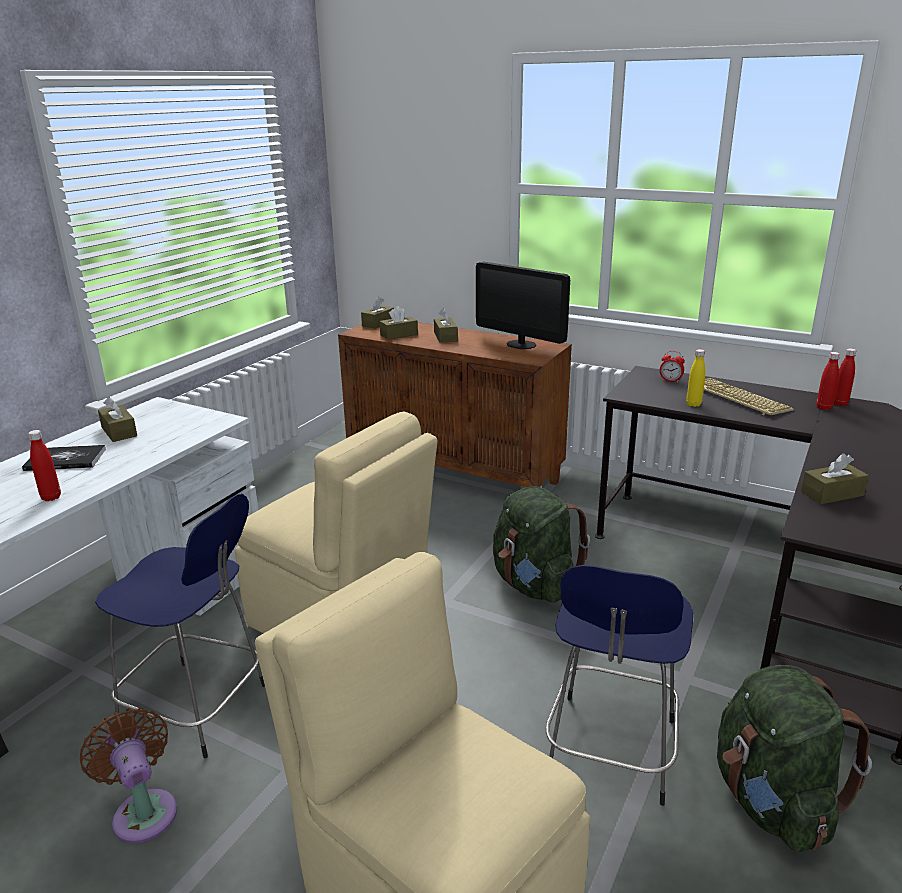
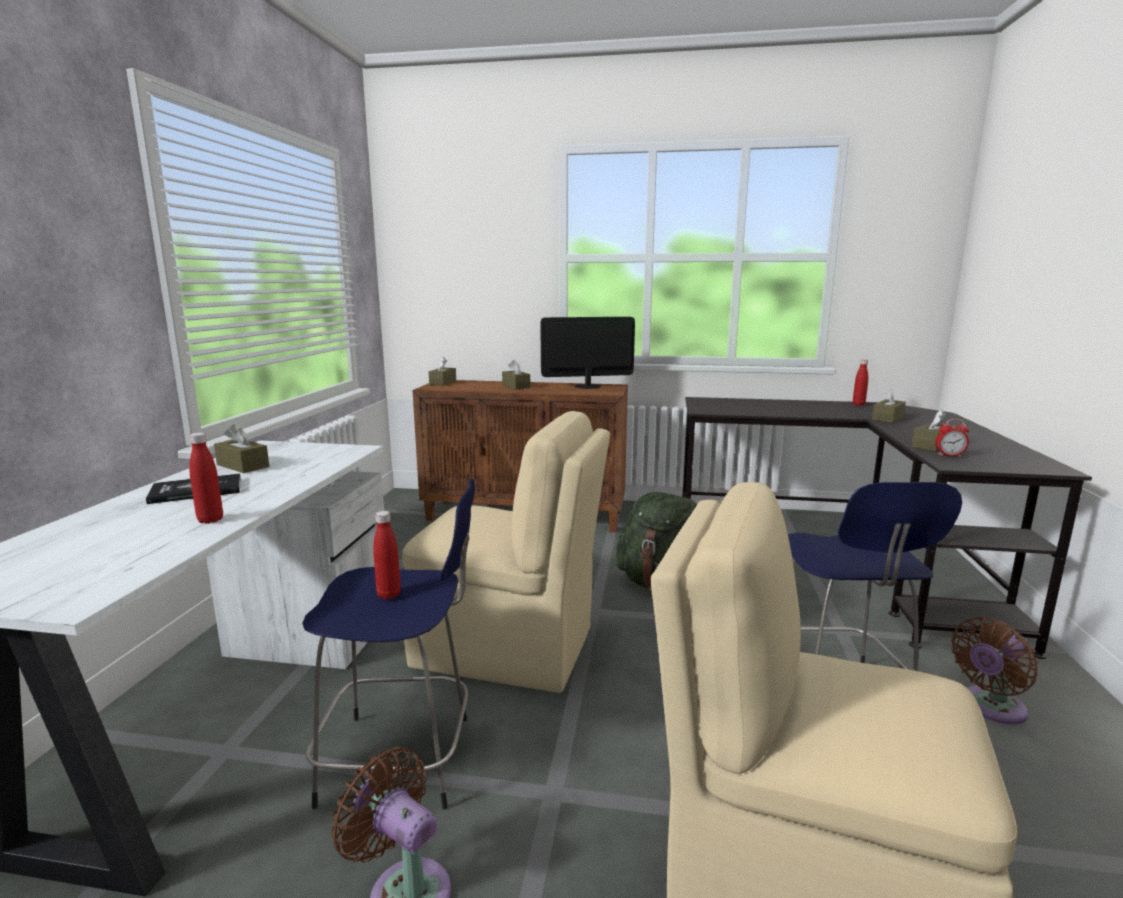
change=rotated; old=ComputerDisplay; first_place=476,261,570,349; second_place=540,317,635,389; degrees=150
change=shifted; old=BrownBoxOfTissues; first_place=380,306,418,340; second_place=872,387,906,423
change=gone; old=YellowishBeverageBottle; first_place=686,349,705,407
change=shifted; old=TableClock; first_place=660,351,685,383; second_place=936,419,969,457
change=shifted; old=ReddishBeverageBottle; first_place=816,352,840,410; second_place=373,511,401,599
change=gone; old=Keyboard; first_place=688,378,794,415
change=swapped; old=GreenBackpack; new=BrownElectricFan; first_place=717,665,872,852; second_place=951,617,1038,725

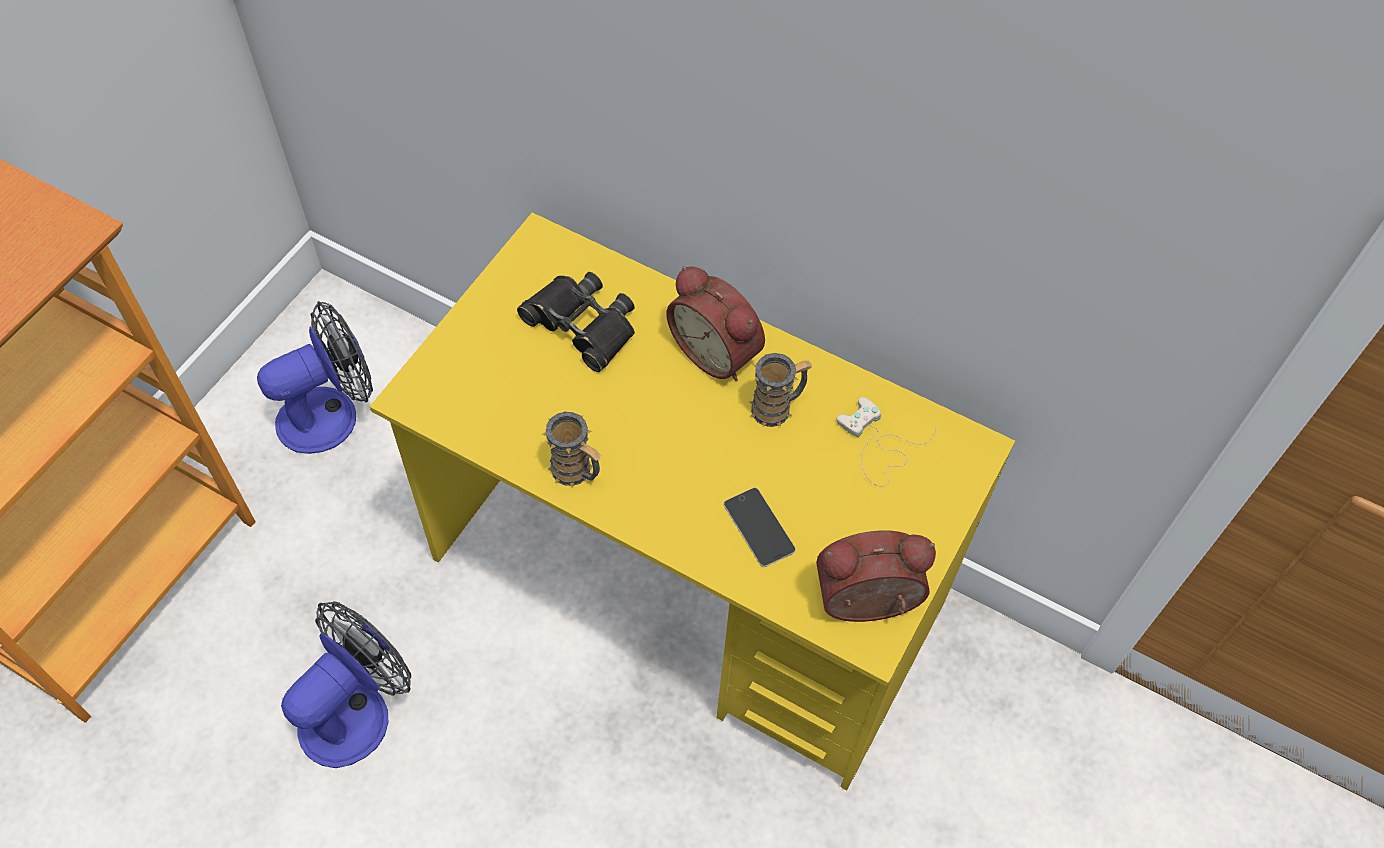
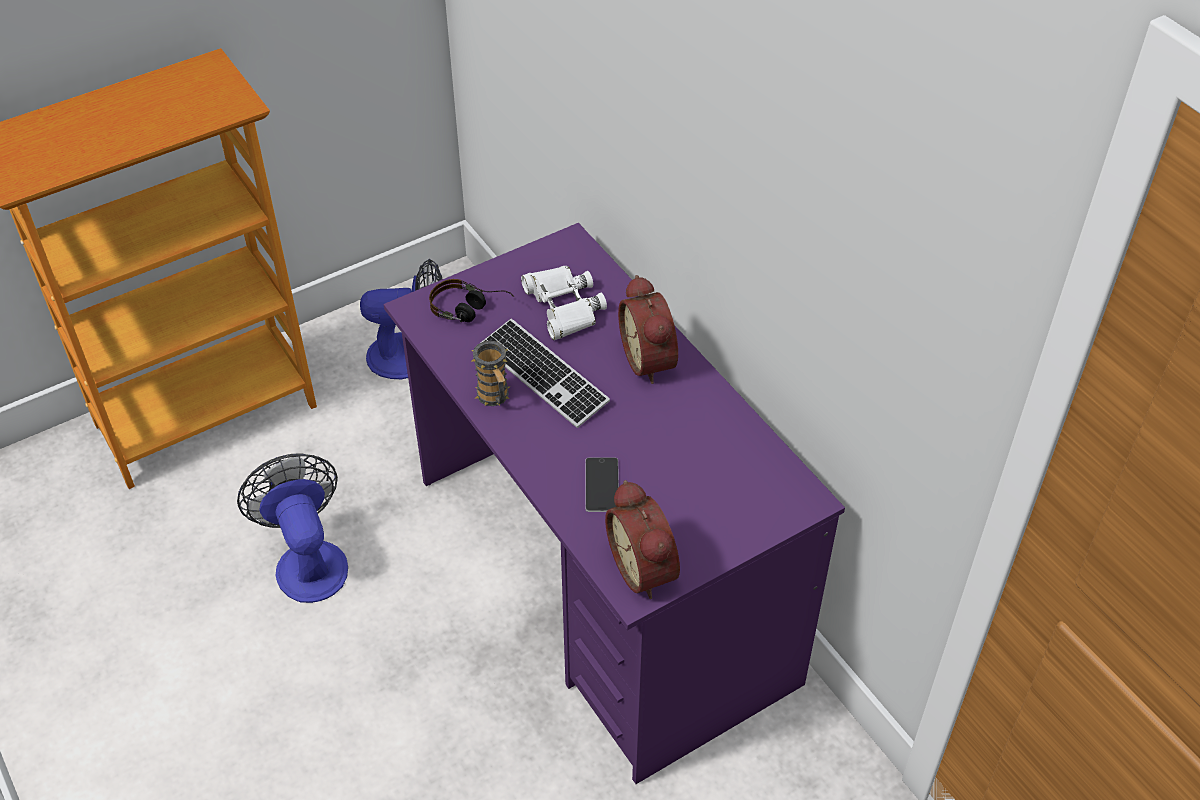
change=repainted; old=YellowishDeskTable; new=PurpleColouredDeskTable; first_place=369,212,1015,791; second_place=384,223,845,784
change=repainted; old=BlackBinoculars; new=WhiteColouredBinoculars; first_place=517,272,635,372; second_place=521,266,607,340
change=gone; old=CoffeeMug; first_place=749,353,812,427
change=gone; old=WhiteColouredGameController; first_place=836,397,936,487
change=rotated; old=TableClock; first_place=816,531,936,622; second_place=605,480,680,599; degrees=-135
change=rotated; old=ElectricFan; first_place=281,601,411,768; second_place=237,453,348,603; degrees=-90
change=new; new=PairOfHeadphones; second_place=429,279,514,322
change=new; new=Keyboard; second_place=479,319,610,428

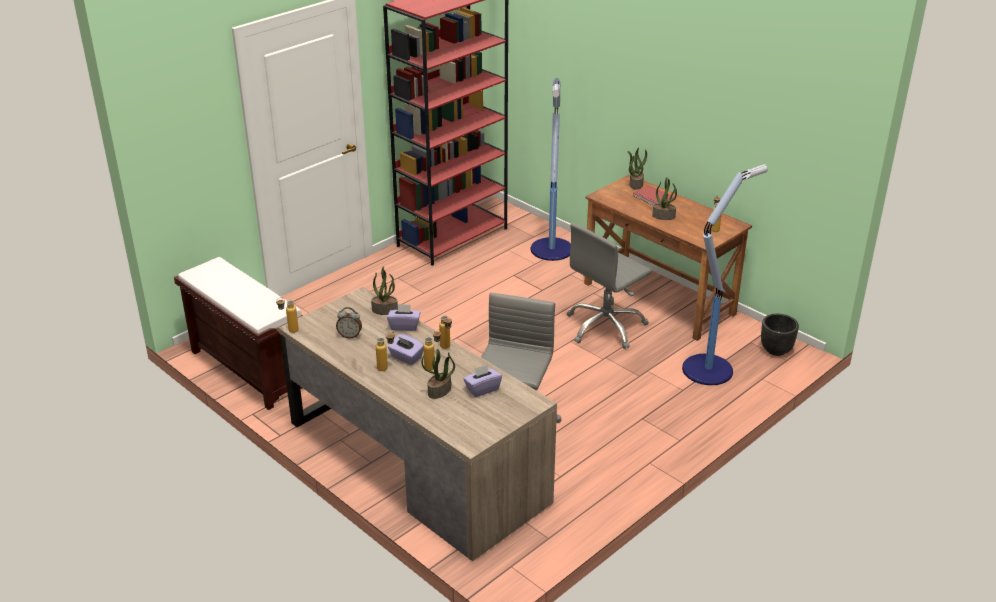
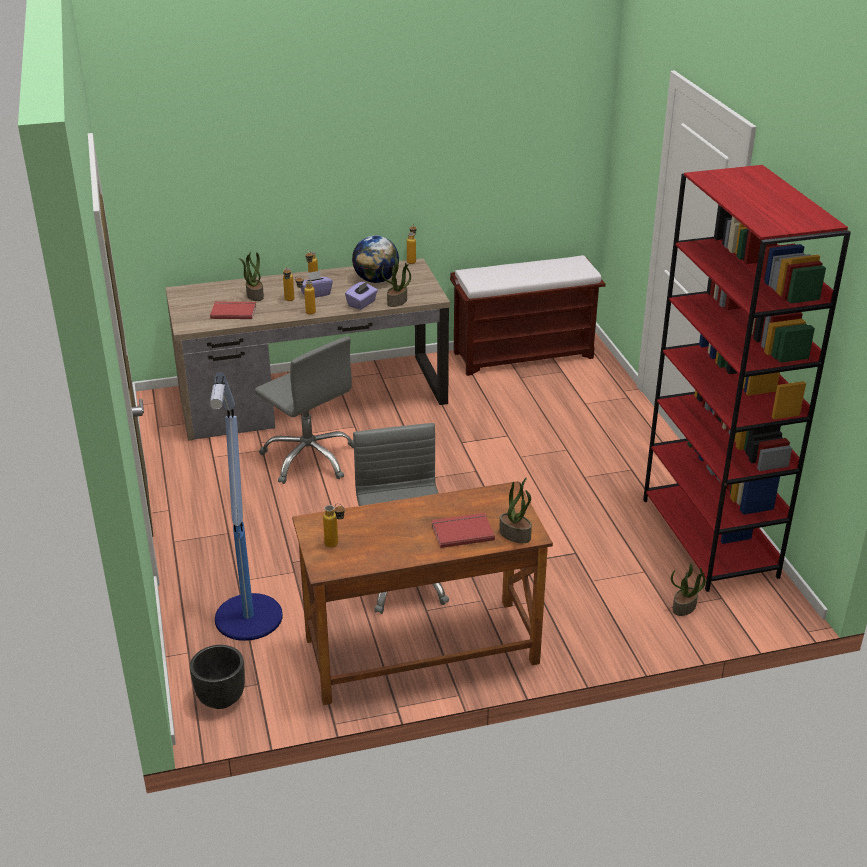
change=gone; old=StandingLamp; first_place=531,78,571,261
change=shifted; old=PlantInAPot; first_place=652,177,677,220; second_place=671,564,706,616
change=swapped; old=TableClock; new=DeskGlobe; first_place=336,307,362,338; second_place=352,235,399,283
change=swapped; old=PurpleColouredBoxOfTissues; new=ReddishBoundBook; first_place=463,364,502,397; second_place=210,302,256,319

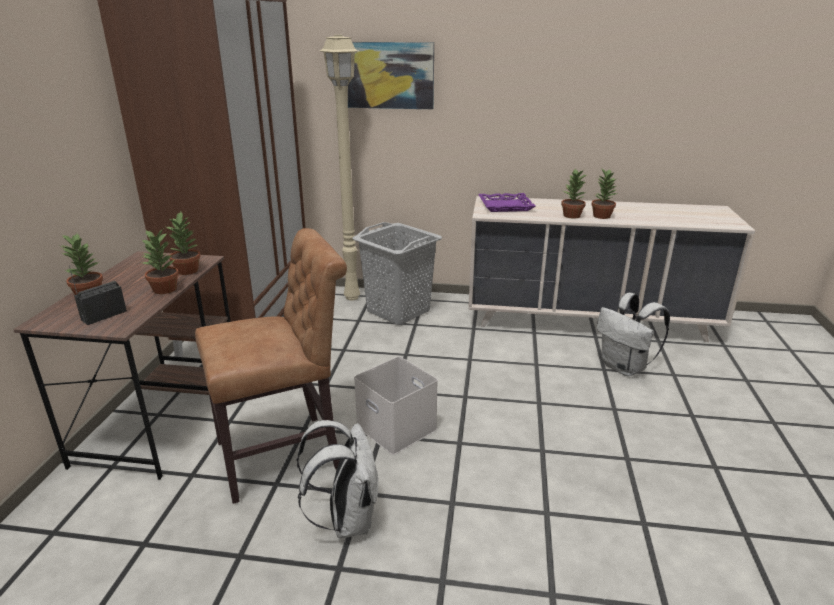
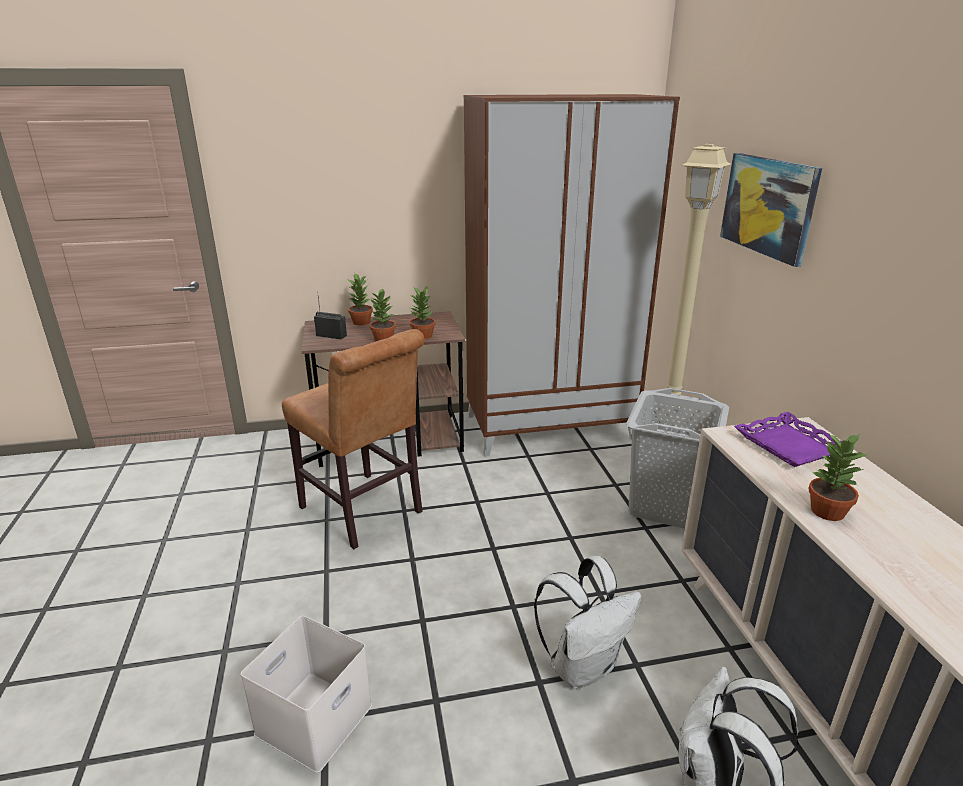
change=gone; old=PlantInAPot; first_place=591,168,618,219
change=shifted; old=WhiteColouredStorageBin; first_place=354,356,438,455; second_place=241,616,372,773
change=shifted; old=WhiteColouredBackpack; first_place=297,420,378,538; second_place=534,556,642,688

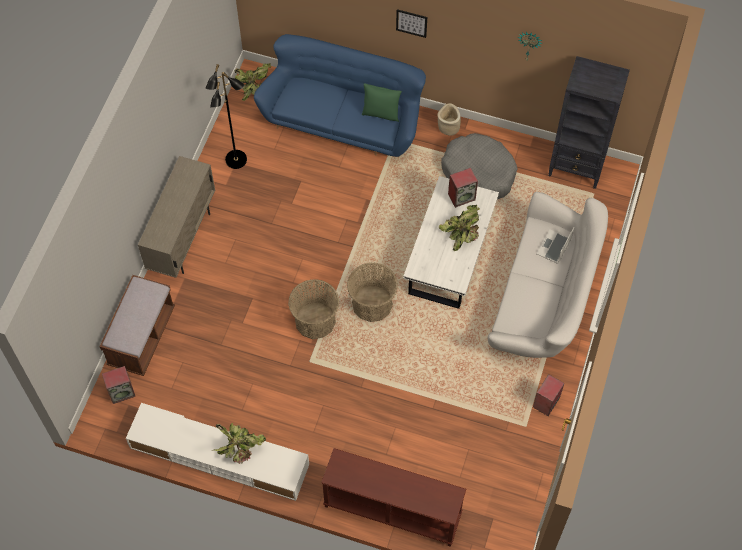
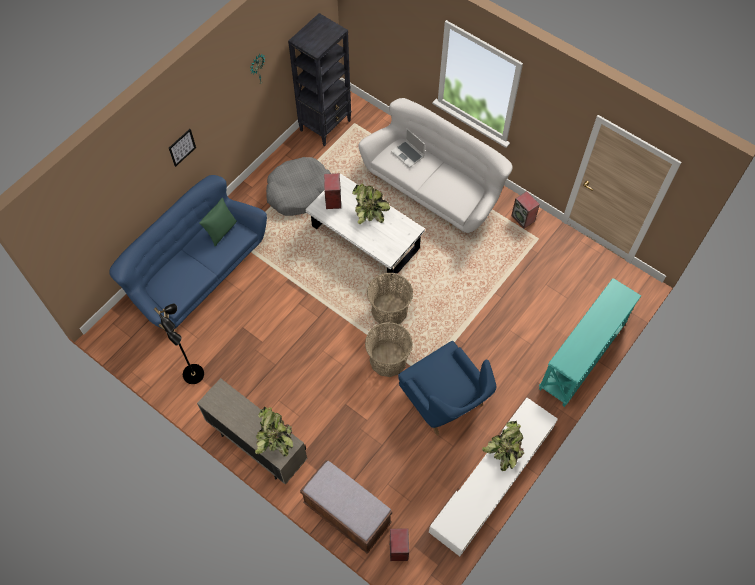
change=shifted; old=PlantInAPot; first_place=234,63,271,101; second_place=255,406,293,457
change=gone; old=SandColouredPlanter; first_place=437,103,461,136
change=repainted; old=BrownConsoleTable; new=BlueGreenConsoleTable; first_place=321,448,466,547; second_place=539,278,641,407
change=new; new=BlueColouredArmchair; second_place=398,341,496,436

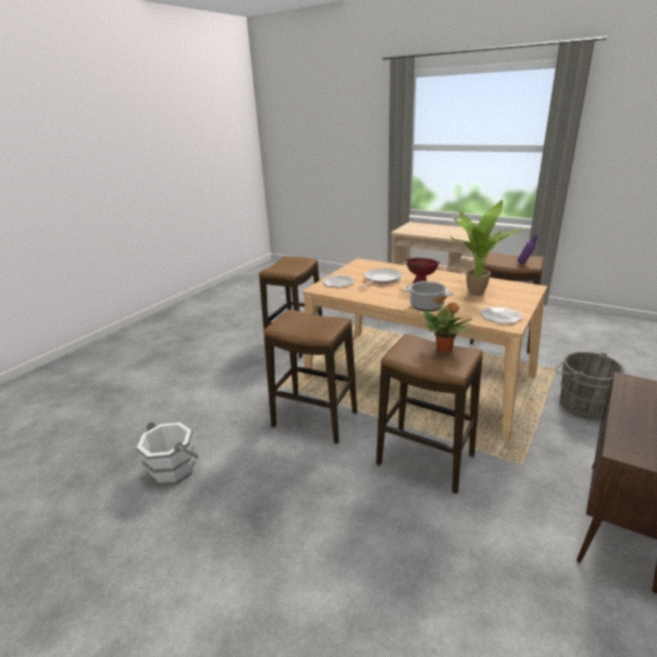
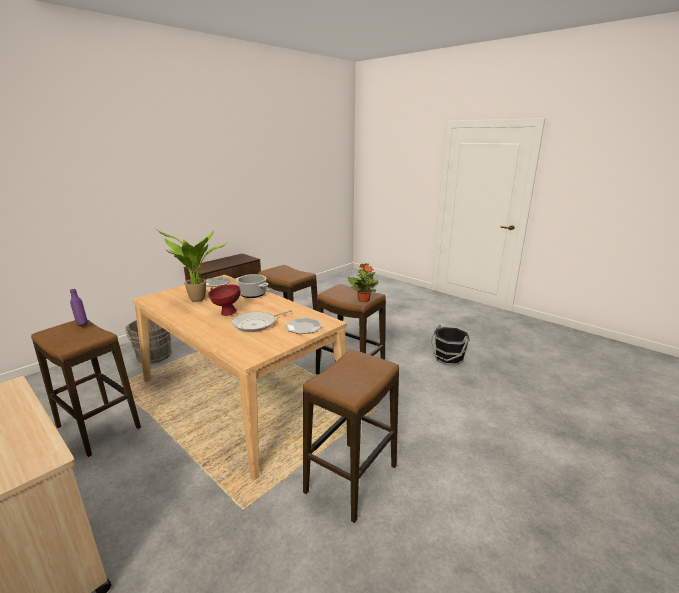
change=shifted; old=PlantInAPot; first_place=423,296,472,351; second_place=348,263,378,303
change=repainted; old=WhiteColouredWaterBucket; new=BlackWaterBucket; first_place=135,421,199,486; second_place=429,324,470,365

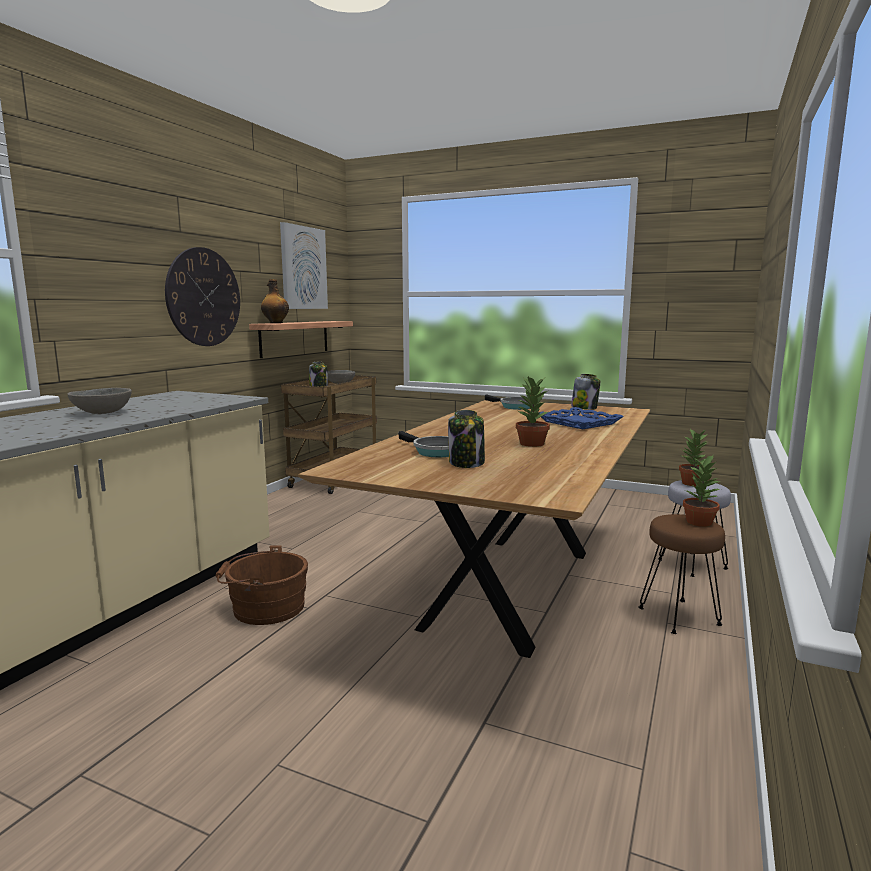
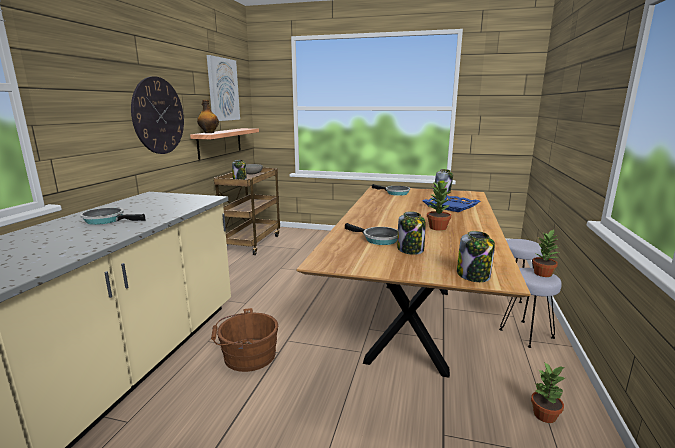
change=swapped; old=GrayDeepDish; new=Pan; first_place=67,388,132,414; second_place=80,207,146,225
change=shifted; old=PlantInAPot; first_place=679,429,708,486; second_place=531,362,565,423
change=repainted; old=BrownStoolSeat; new=GrayStoolSeat; first_place=638,514,725,634; second_place=499,268,562,348
change=new; new=Jar; second_place=457,231,495,282

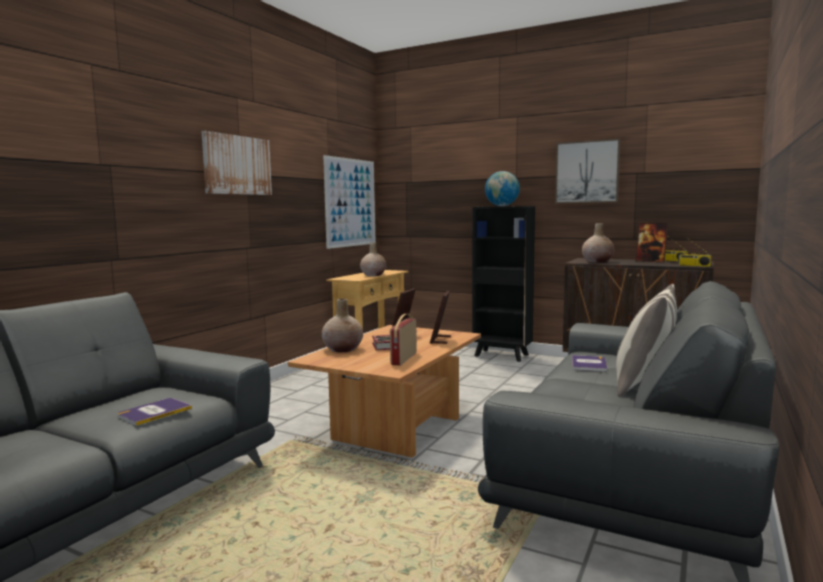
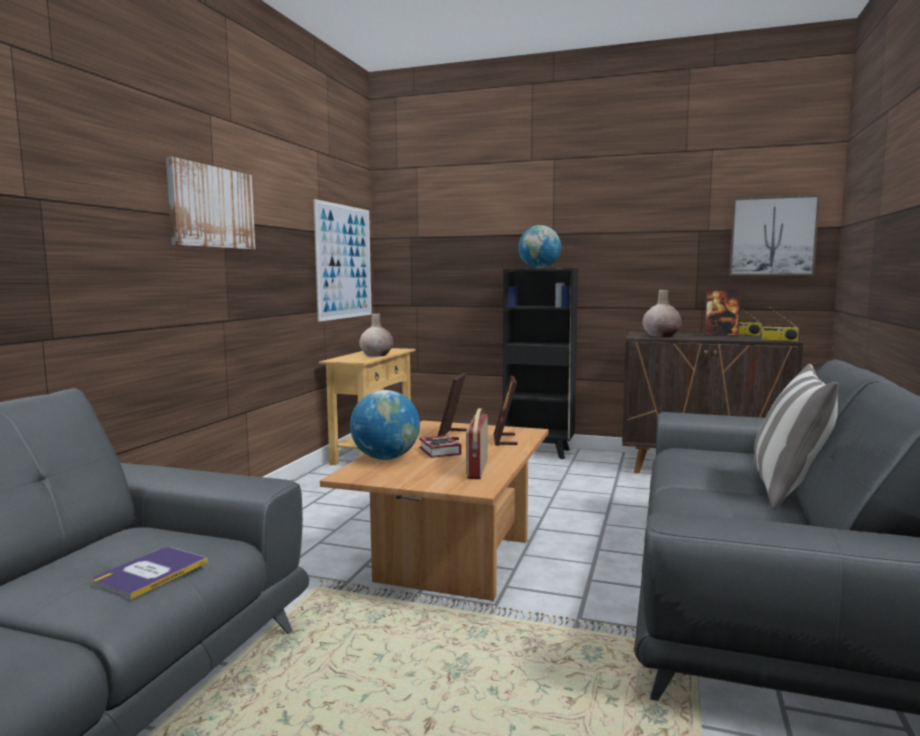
change=shifted; old=WallPicture; first_place=555,139,620,203; second_place=729,195,820,276
change=swapped; old=SandColouredDecorativeVase; new=DeskGlobe; first_place=322,299,363,352; second_place=350,390,420,460
change=gone; old=BoundBook; first_place=572,355,607,371

